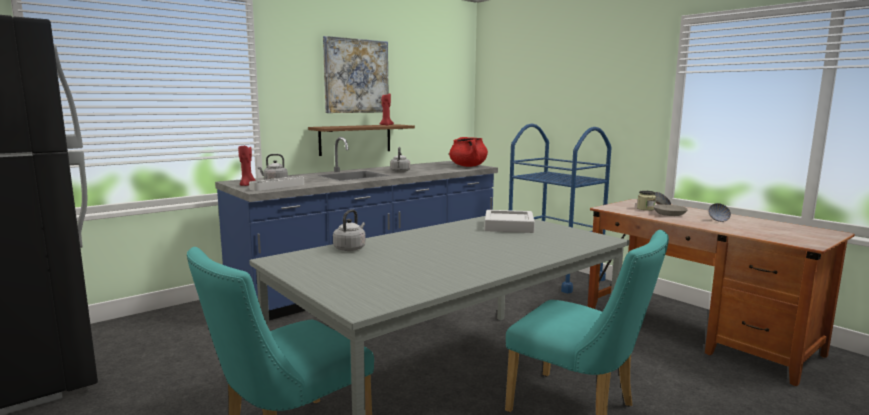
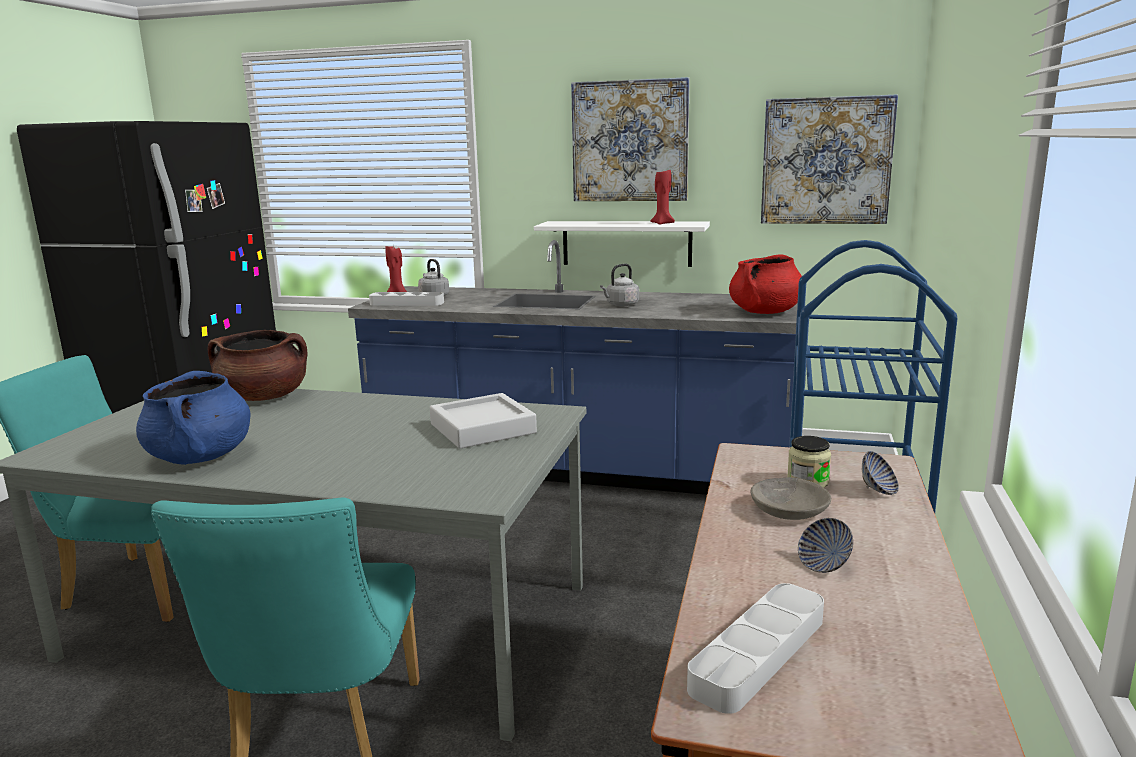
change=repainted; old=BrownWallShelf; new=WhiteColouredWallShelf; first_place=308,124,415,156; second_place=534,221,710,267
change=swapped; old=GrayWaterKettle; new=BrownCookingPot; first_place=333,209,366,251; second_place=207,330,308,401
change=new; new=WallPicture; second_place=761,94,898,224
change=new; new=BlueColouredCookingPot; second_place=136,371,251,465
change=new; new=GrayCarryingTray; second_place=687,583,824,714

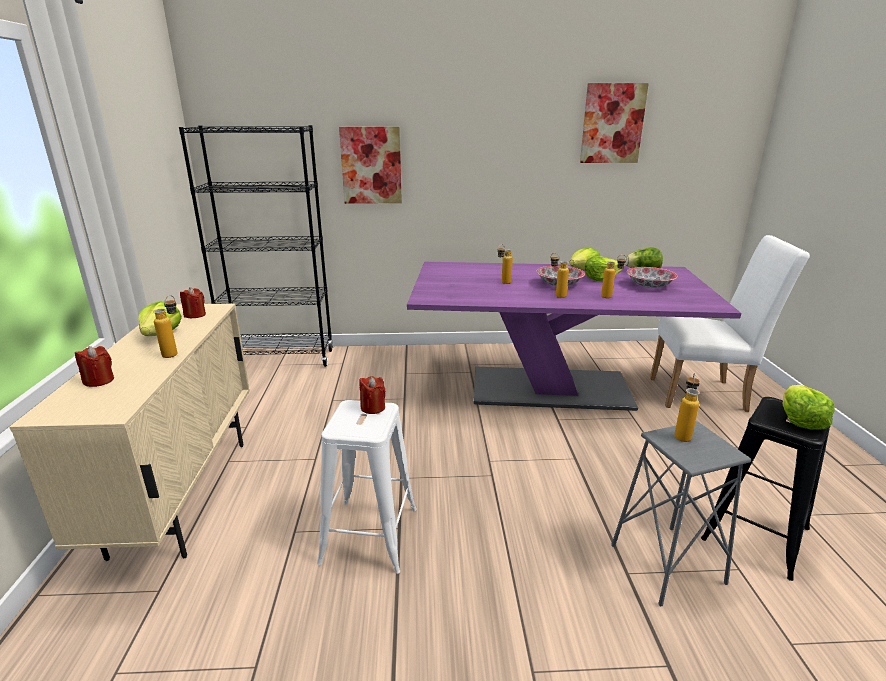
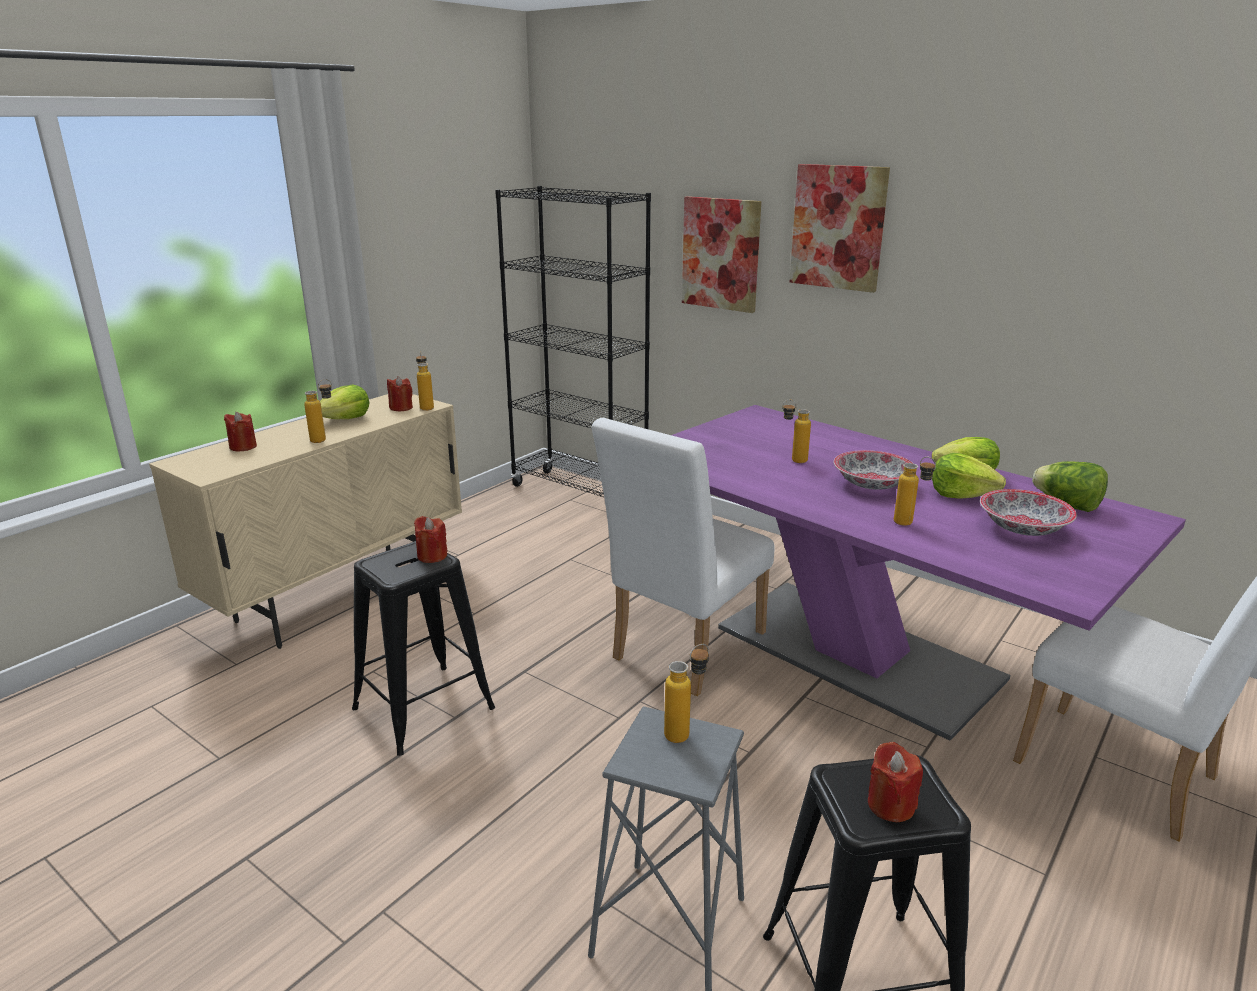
change=shifted; old=WallPicture; first_place=580,83,649,163; second_place=790,164,890,293
change=shifted; old=BeverageBottle; first_place=550,253,569,298; second_place=416,351,434,411
change=swapped; old=Lettuce; new=ReddishCandle; first_place=782,385,835,430; second_place=868,742,923,822
change=repainted; old=WhiteColouredStoolSeat; new=BlackStoolSeat; first_place=317,400,417,574; second_place=352,541,495,756
change=new; new=WhiteColouredChair; second_place=591,418,775,696

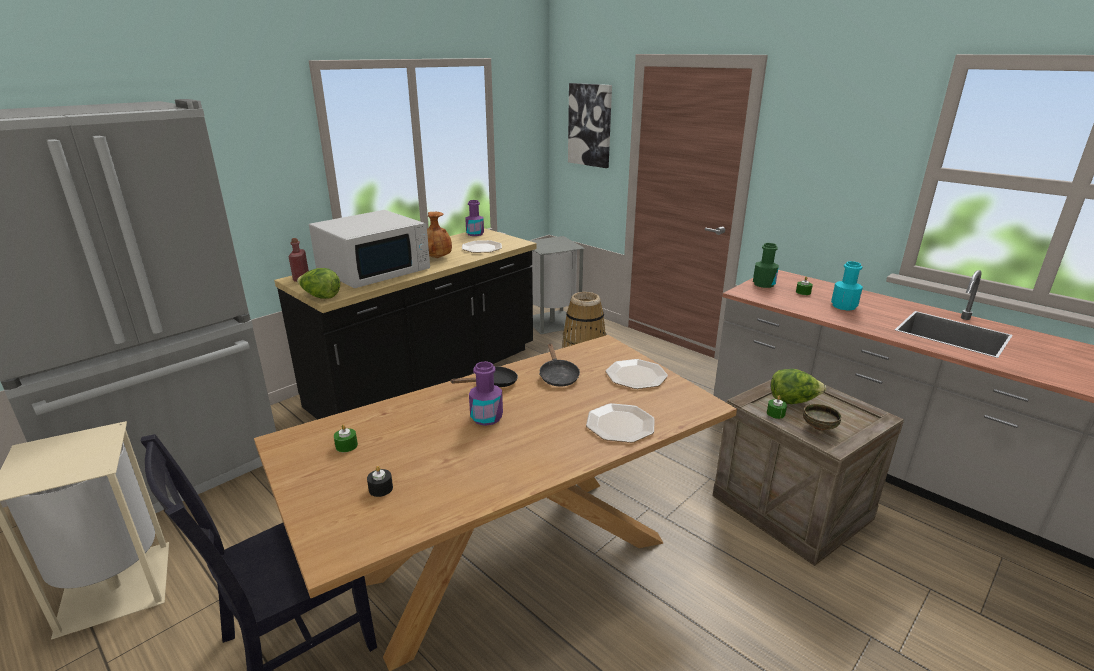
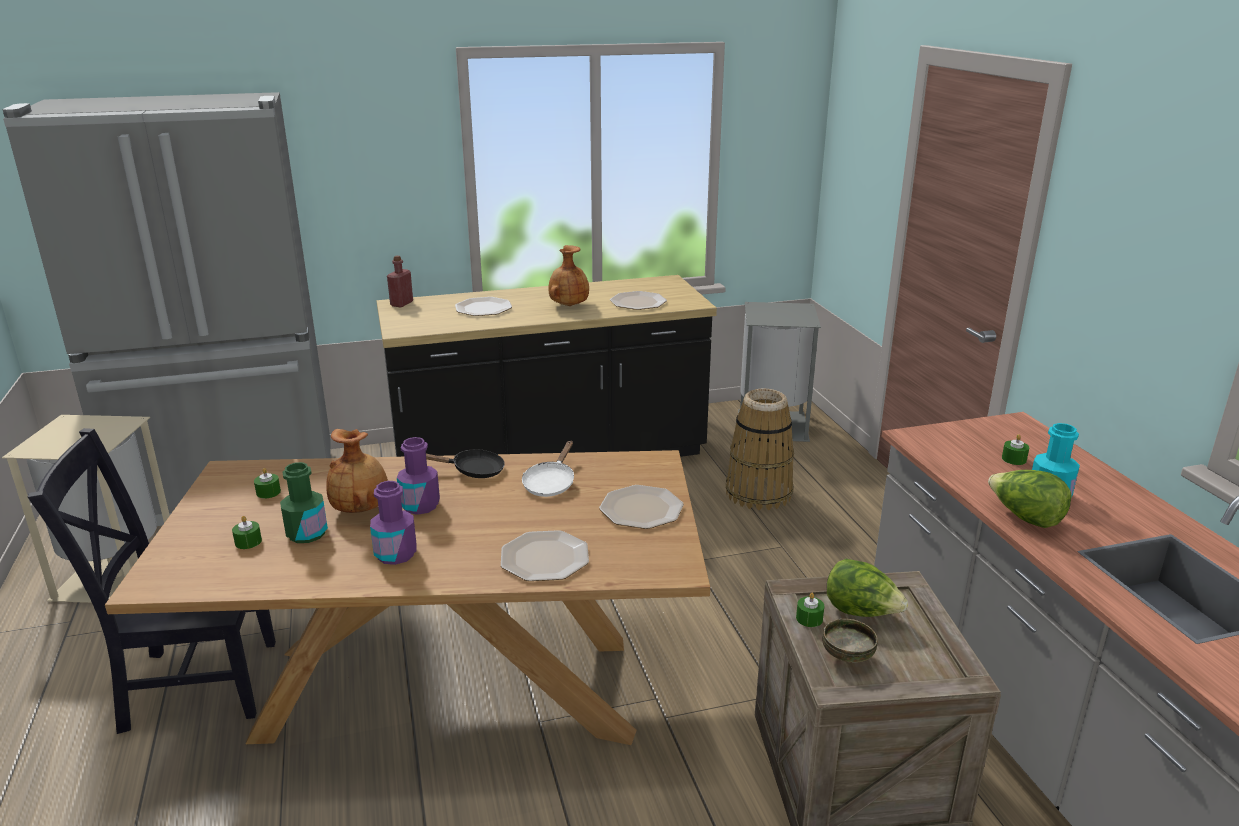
change=gone; old=WallPicture; first_place=568,83,612,168
change=shifted; old=PurpleColouredBeverageBottle; first_place=465,200,484,236; second_place=370,481,417,565
change=swapped; old=WhiteColouredKitchenMicrowave; new=Plate; first_place=309,210,430,288; second_place=455,297,512,316
change=shifted; old=GreenBeverageBottle; first_place=753,243,779,288; second_place=280,462,328,543
change=shifted; old=Lettuce; first_place=297,268,340,299; second_place=988,470,1071,528
change=repainted; old=BlackPan; new=WhiteColouredPan; first_place=539,343,580,387; second_place=522,441,574,497
change=repainted; old=BlackCandle; new=GreenCandle; first_place=367,466,393,497; second_place=232,516,262,549
change=new; new=BrownDecorativeVase; second_place=326,429,388,513

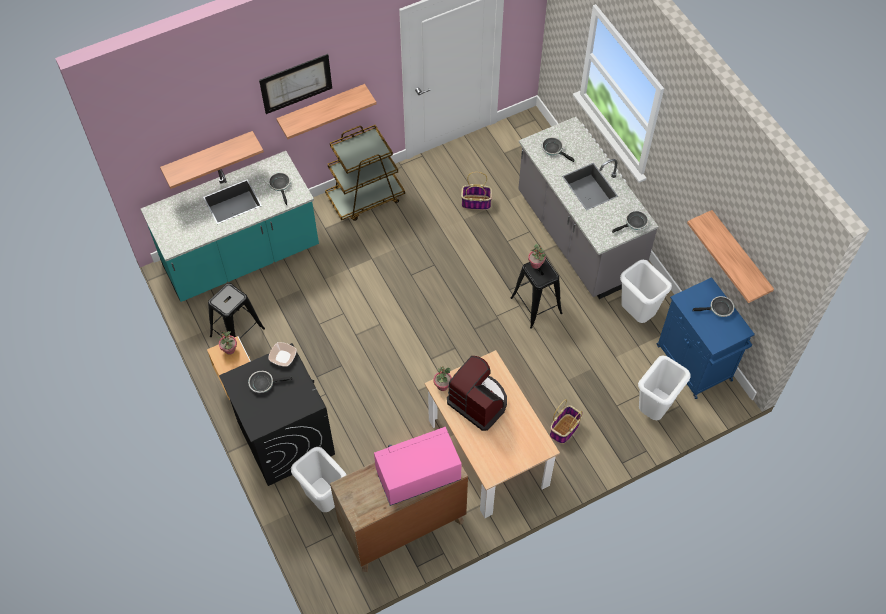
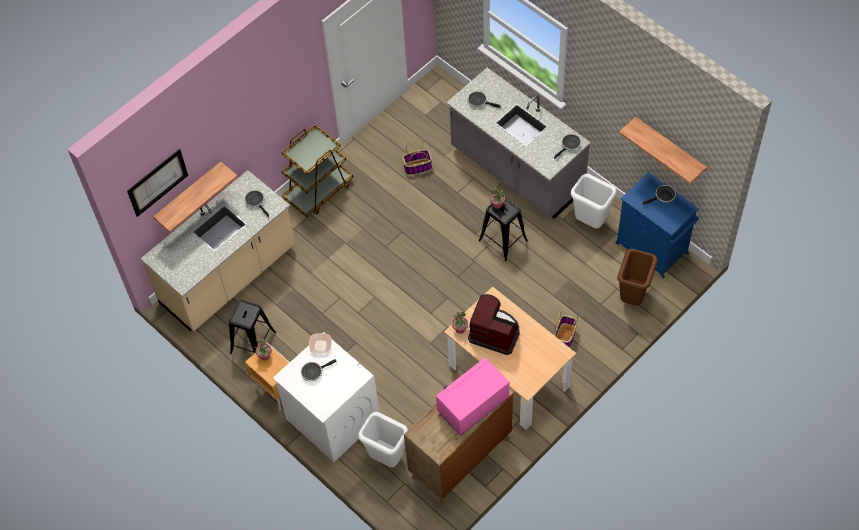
change=shifted; old=WallPicture; first_place=259,54,332,114; second_place=127,149,188,217
change=gone; old=WallShelf; first_place=276,84,377,139
change=repainted; old=BlueGreenKitchenCounter; new=SandColouredKitchenCounter; first_place=141,151,319,302; second_place=141,170,295,331
change=repainted; old=BlackLaundryMachine; new=WhiteColouredLaundryMachine; first_place=219,343,335,486; second_place=273,332,380,462
change=repainted; old=WhiteColouredTrashCan; new=BrownTrashCan; first_place=638,355,691,420; second_place=617,249,658,306

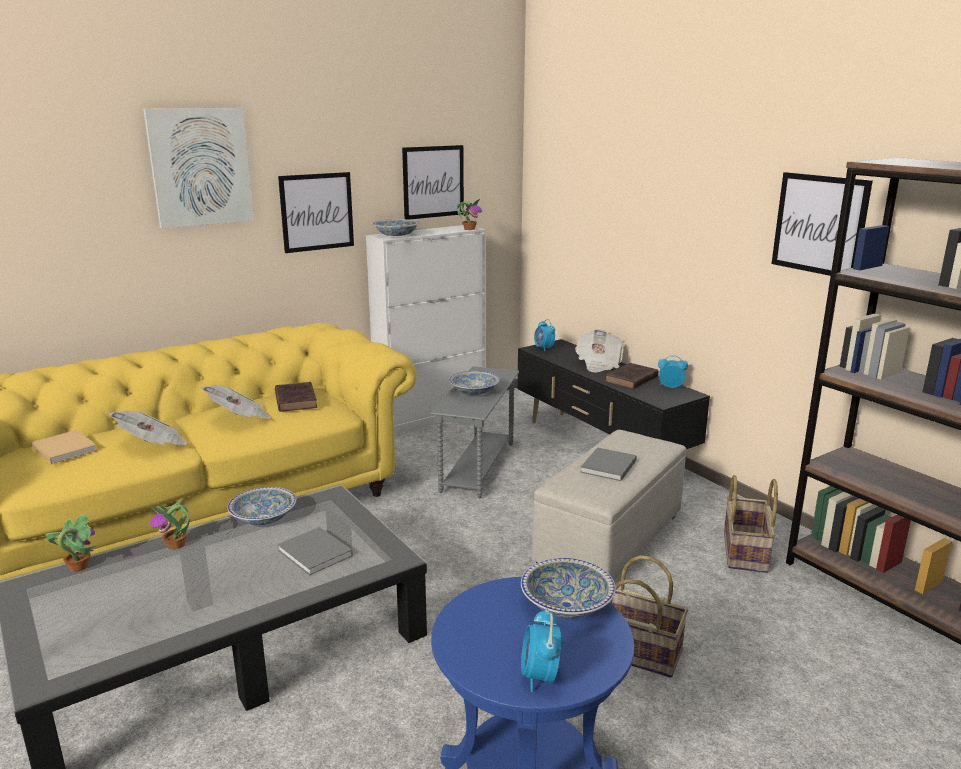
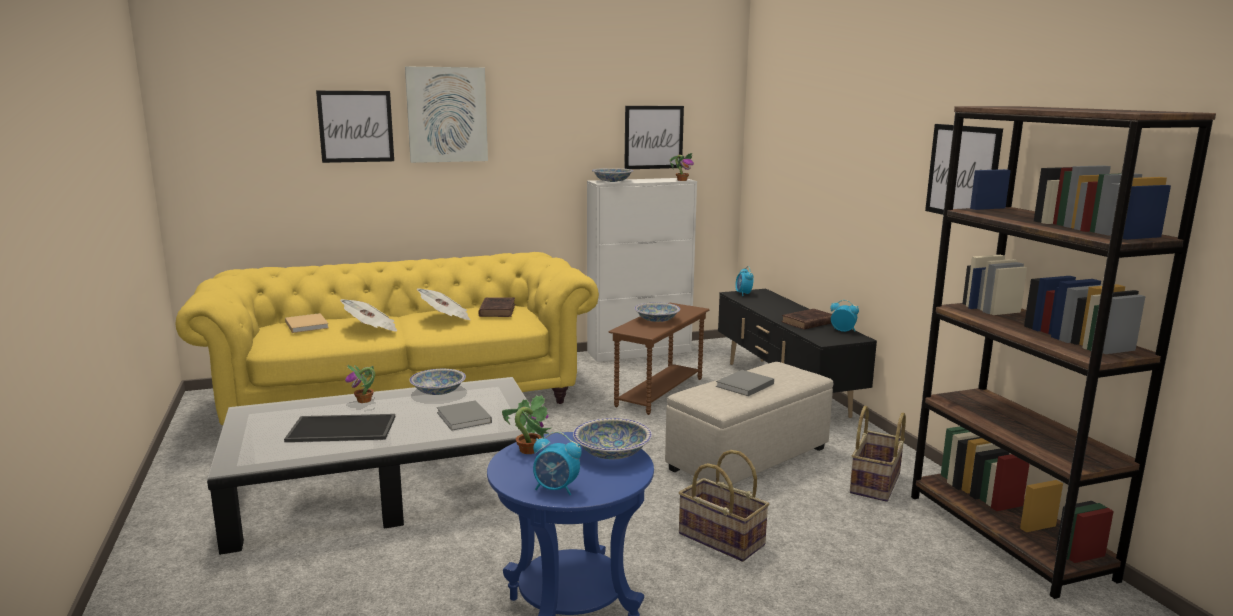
change=shifted; old=WallPicture; first_place=278,172,354,253; second_place=316,91,394,163
change=gone; old=Newspaper; first_place=575,329,624,372
change=repainted; old=GraySideTable; new=BrownSideTable; first_place=430,366,519,498; second_place=608,303,710,415
change=shifted; old=PlantInAPot; first_place=45,514,95,571; second_place=502,395,551,454
change=rotated; old=TableClock; first_place=521,608,561,692; second_place=533,432,582,495; degrees=-90
change=new; new=CarryingTray; second_place=284,414,395,442

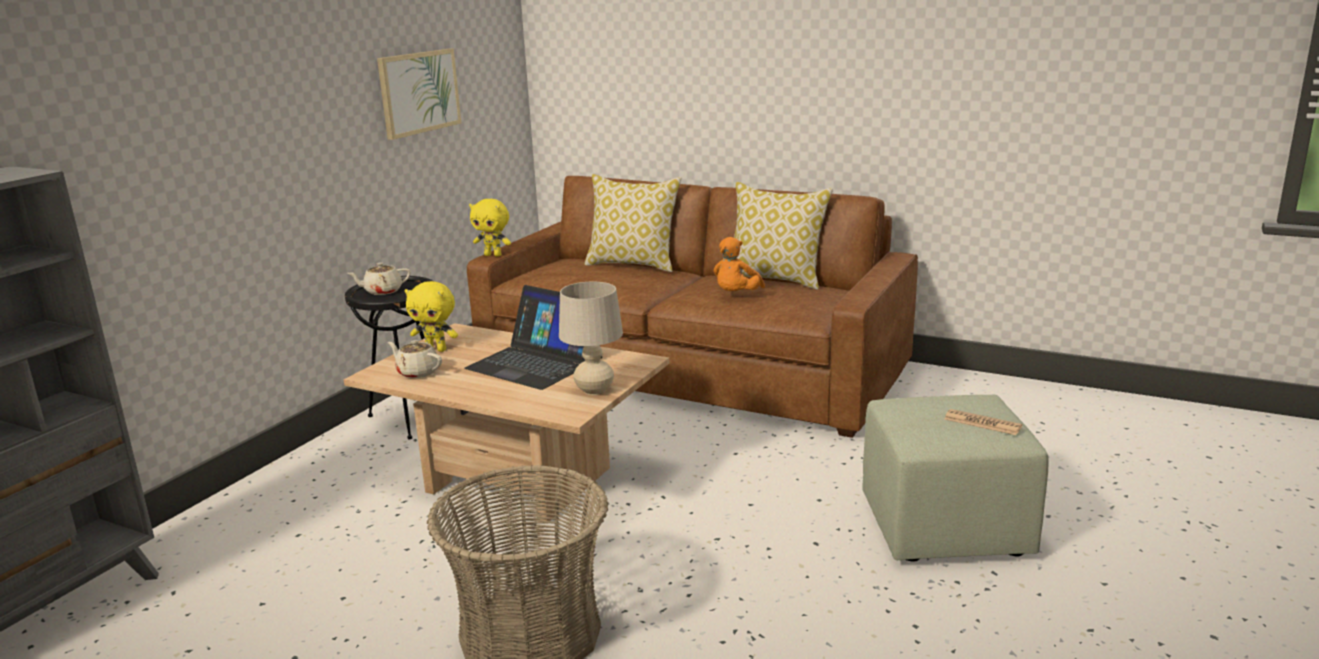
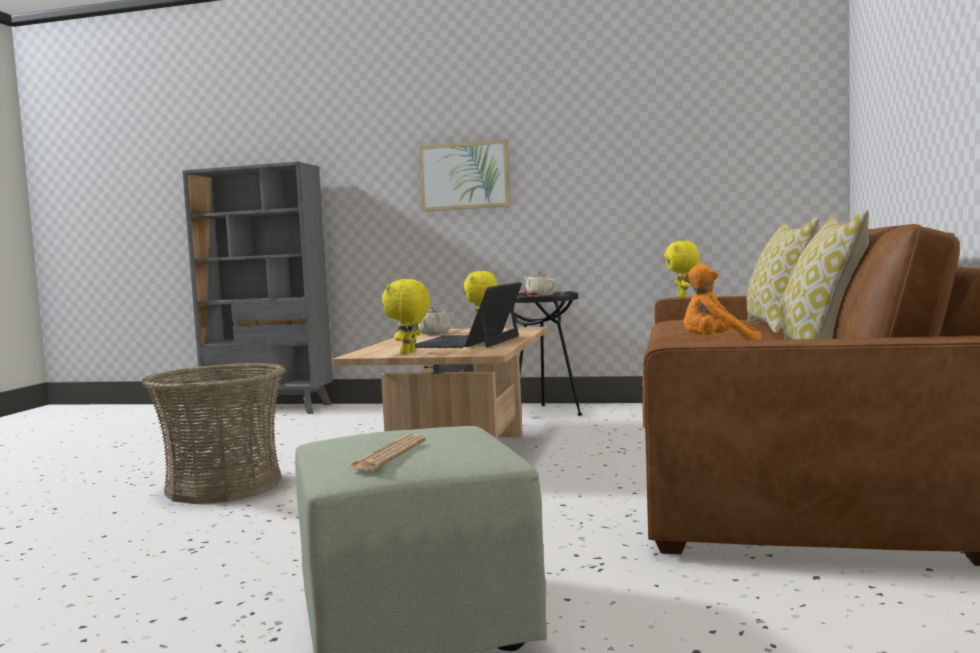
change=shifted; old=WallPicture; first_place=377,49,461,140; second_place=418,139,511,211
change=swapped; old=SandColouredLampForATable; new=YellowishPlushToy; first_place=559,282,623,395; second_place=382,279,430,355

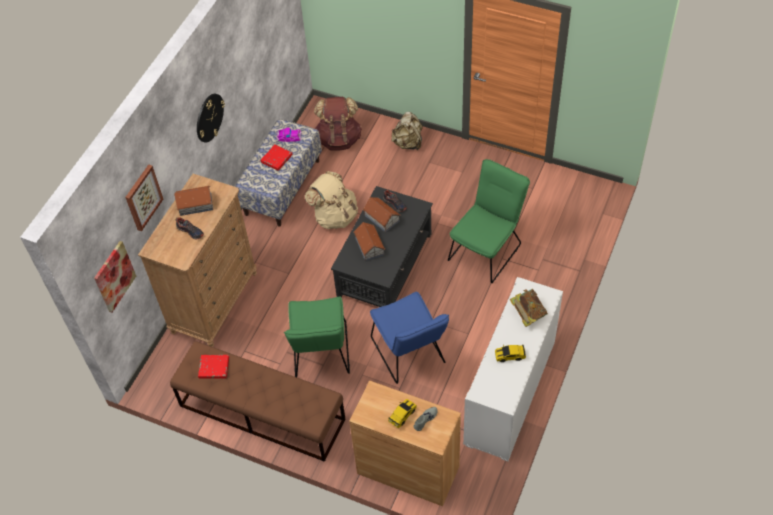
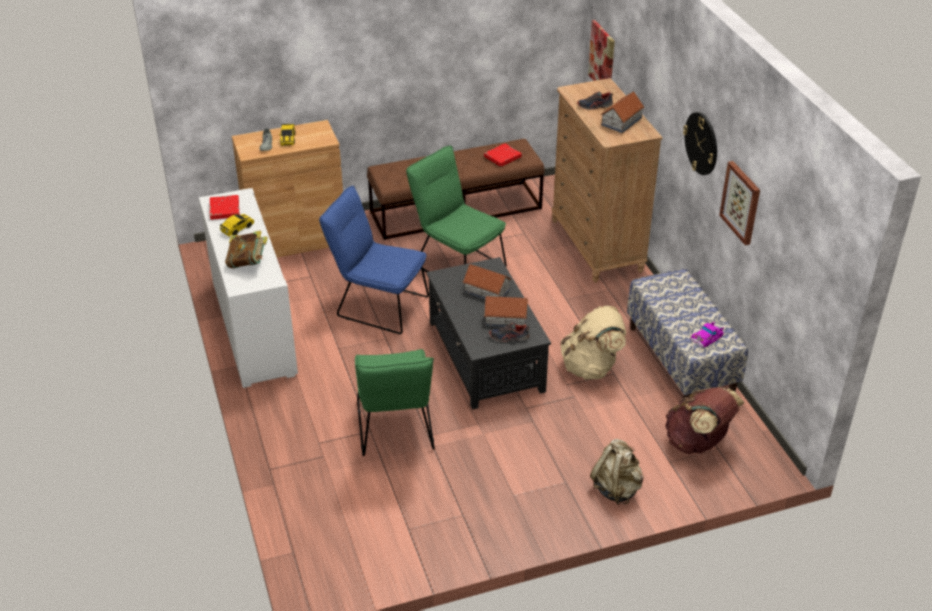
change=shifted; old=ReddishBoundBook; first_place=261,144,292,171; second_place=210,195,240,220
change=shifted; old=WallPicture; first_place=125,164,163,231; second_place=719,161,760,245

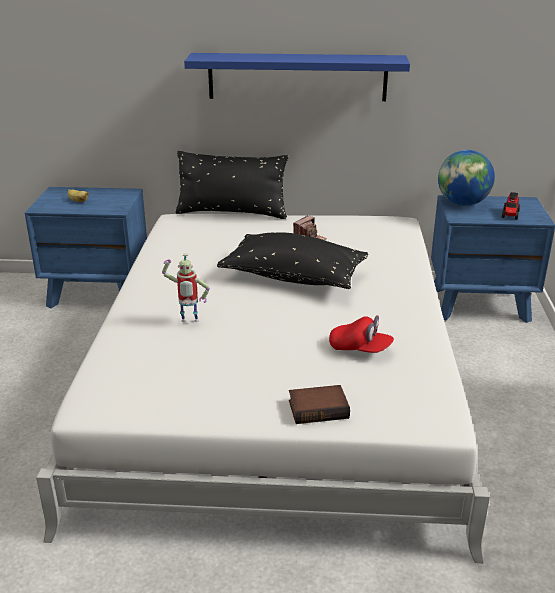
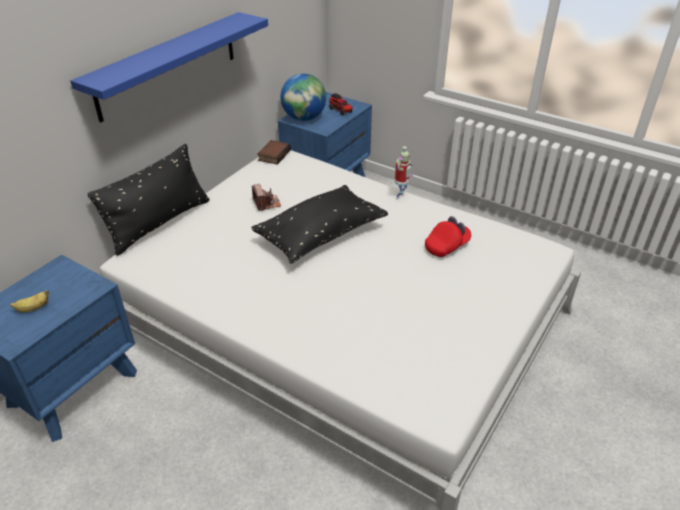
change=shifted; old=RobotFigure; first_place=162,253,210,322; second_place=395,146,413,199
change=shifted; old=BoundBook; first_place=289,385,350,424; second_place=257,140,291,165

